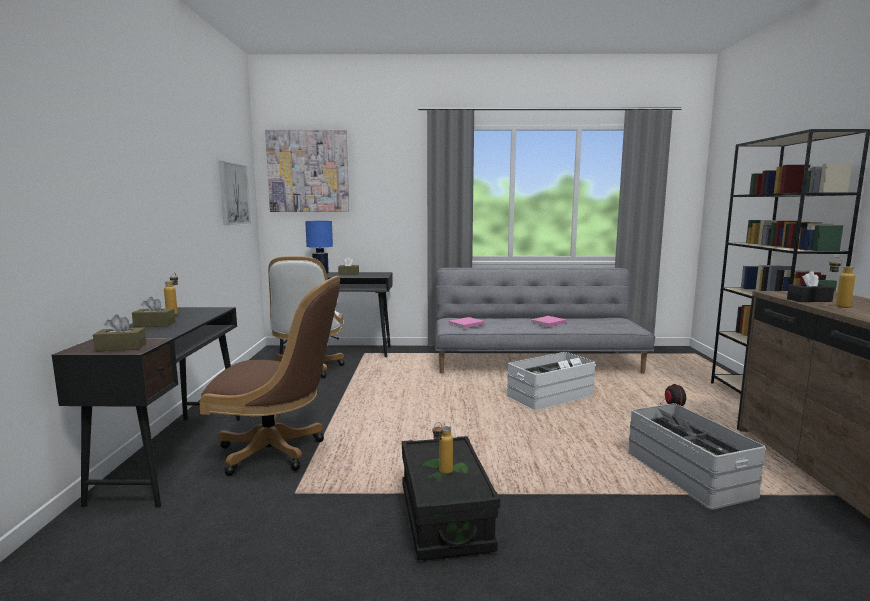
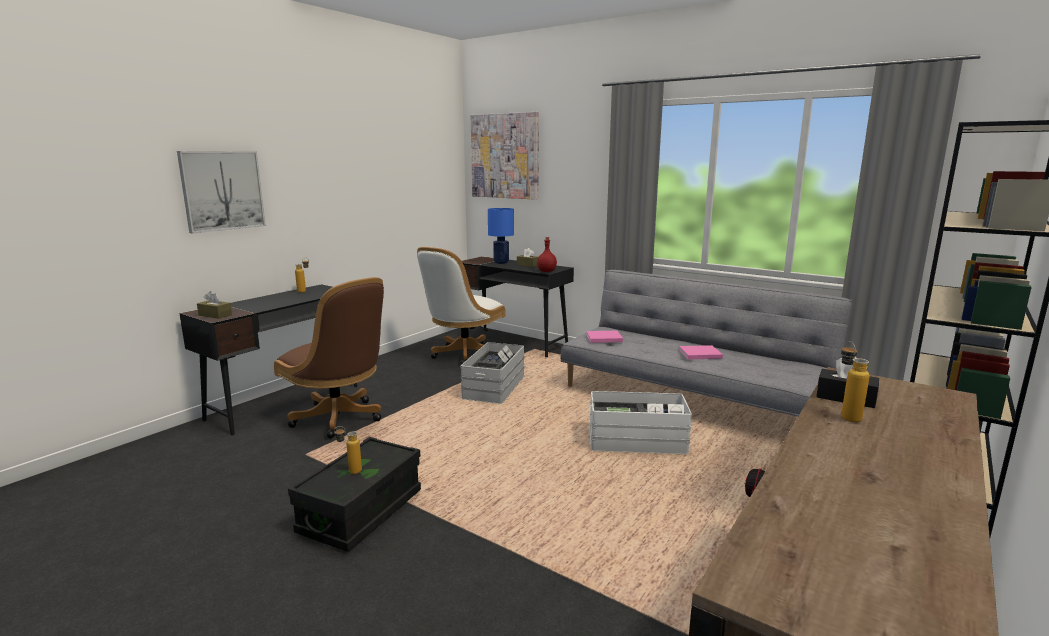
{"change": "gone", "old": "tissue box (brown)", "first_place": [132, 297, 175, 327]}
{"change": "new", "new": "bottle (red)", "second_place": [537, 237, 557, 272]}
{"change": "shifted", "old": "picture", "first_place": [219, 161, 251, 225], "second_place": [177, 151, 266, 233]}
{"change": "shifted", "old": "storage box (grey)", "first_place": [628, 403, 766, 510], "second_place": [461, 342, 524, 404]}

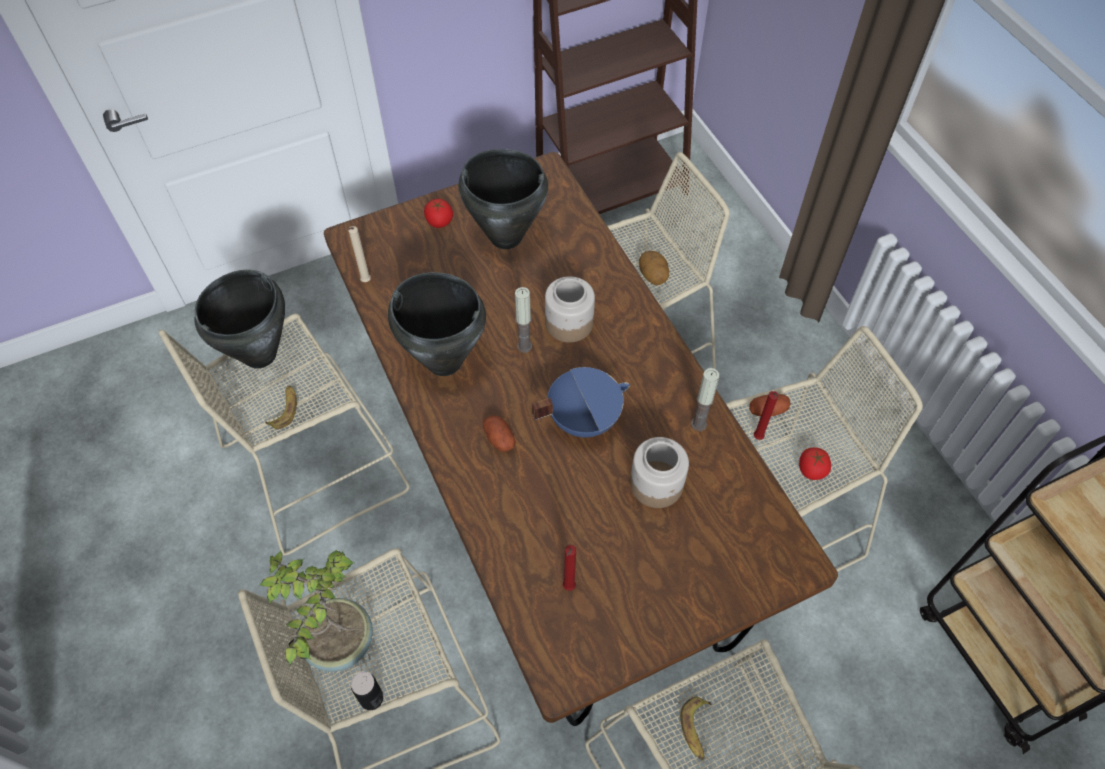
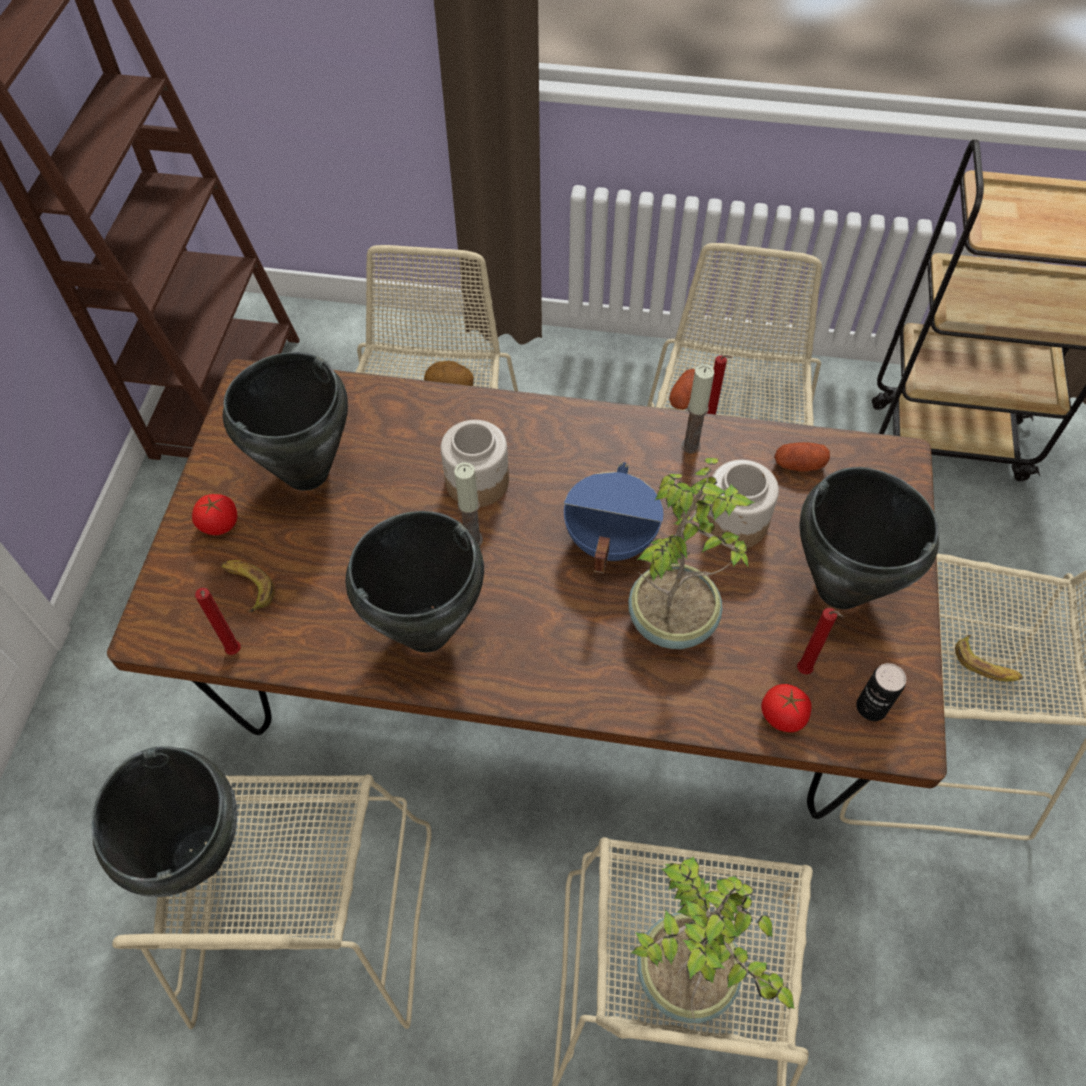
{"change": "new", "new": "potted plant", "second_place": [628, 458, 755, 649]}
{"change": "new", "new": "cooking pot (black)", "second_place": [800, 467, 939, 609]}
{"change": "shifted", "old": "banana", "first_place": [265, 386, 297, 429], "second_place": [221, 560, 275, 612]}
{"change": "shifted", "old": "can", "first_place": [351, 671, 384, 710], "second_place": [856, 663, 906, 721]}
{"change": "shifted", "old": "potato", "first_place": [483, 415, 516, 452], "second_place": [774, 442, 830, 471]}
{"change": "shifted", "old": "tomato", "first_place": [799, 447, 831, 480], "second_place": [761, 684, 811, 732]}
{"change": "repainted", "old": "candle (beige)", "new": "candle (red)", "first_place": [346, 226, 371, 282], "second_place": [195, 587, 241, 655]}

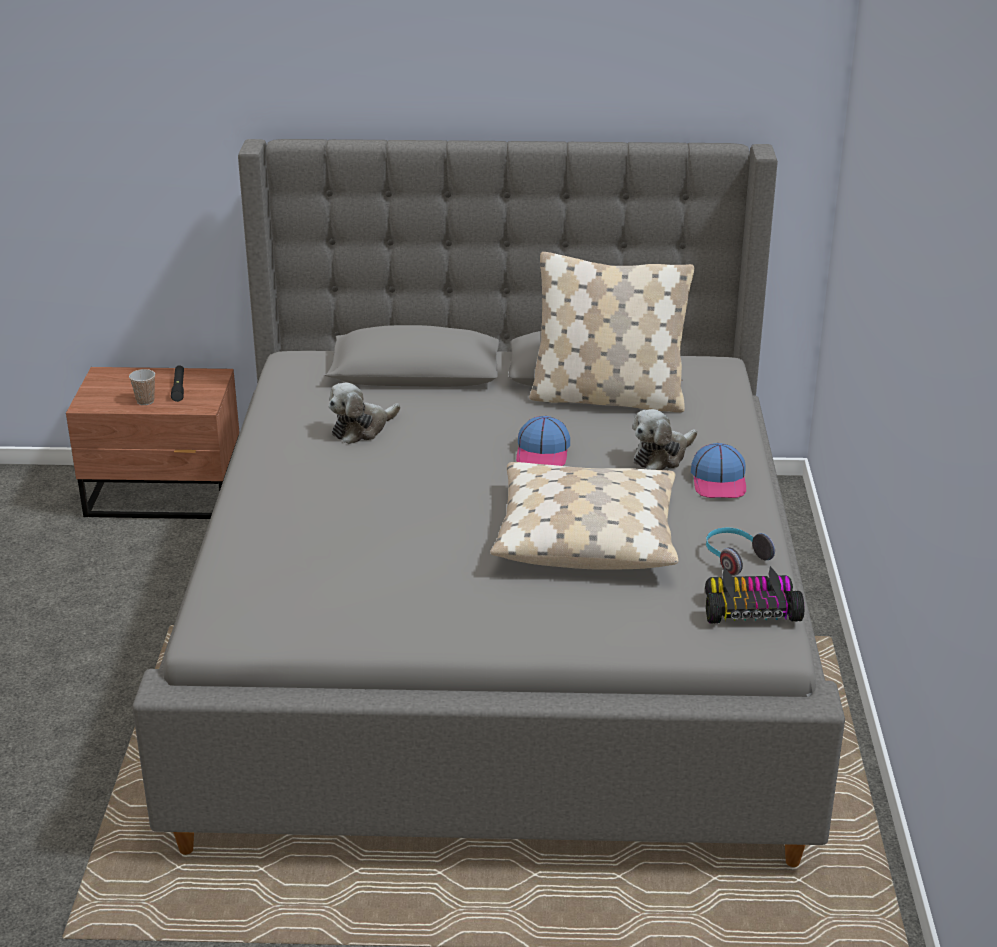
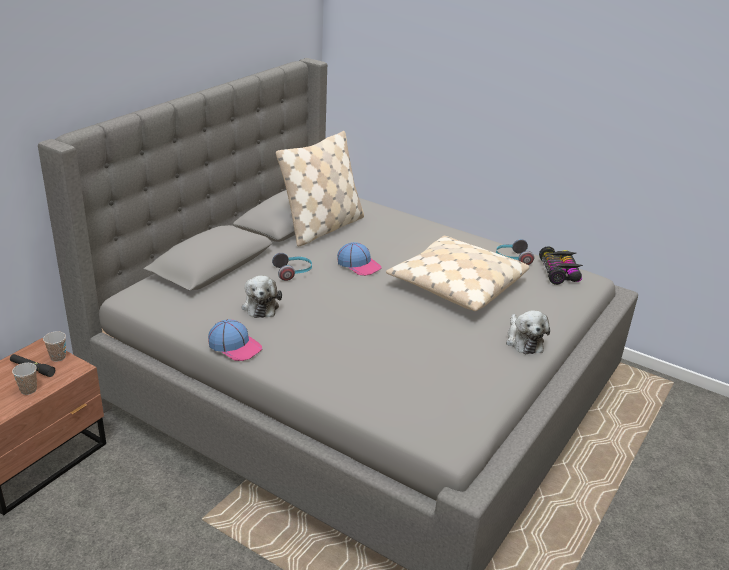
{"change": "new", "new": "cup", "second_place": [43, 331, 66, 362]}
{"change": "new", "new": "headphones", "second_place": [272, 253, 312, 281]}
{"change": "shifted", "old": "plush toy", "first_place": [633, 409, 697, 470], "second_place": [506, 310, 550, 354]}
{"change": "shifted", "old": "cap", "first_place": [691, 443, 746, 498], "second_place": [208, 319, 262, 361]}
{"change": "rotated", "old": "toy car", "first_place": [705, 566, 805, 624], "second_place": [539, 246, 583, 285], "degrees": 150}

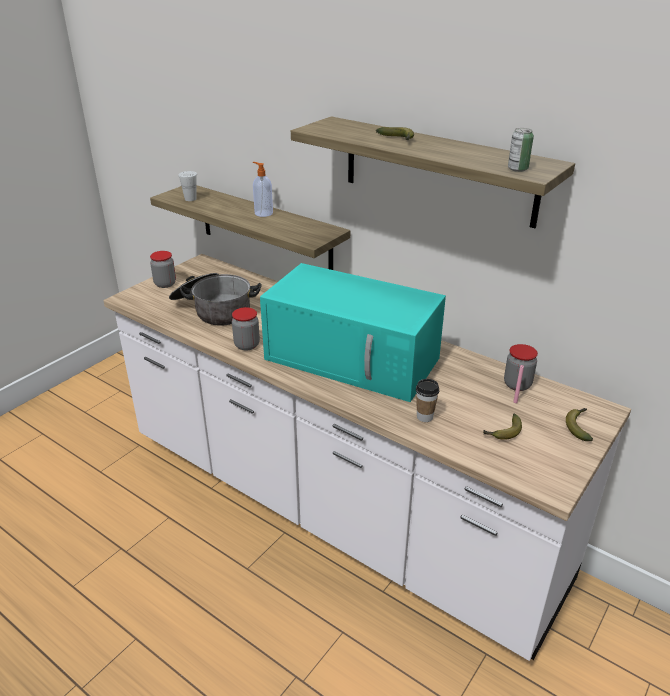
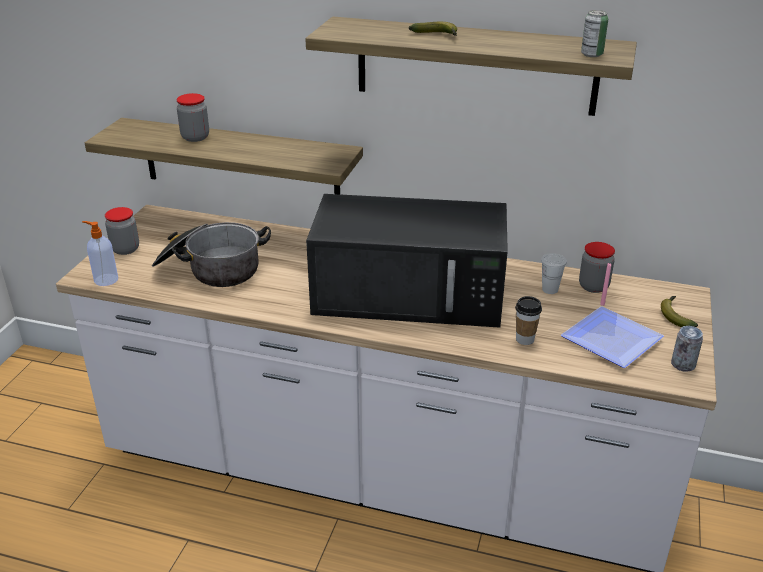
{"change": "new", "new": "can", "second_place": [671, 326, 703, 372]}
{"change": "shifted", "old": "cup (white)", "first_place": [178, 171, 197, 201], "second_place": [541, 253, 567, 294]}
{"change": "shifted", "old": "jar", "first_place": [232, 307, 260, 351], "second_place": [176, 93, 209, 142]}
{"change": "shifted", "old": "soap dispenser", "first_place": [253, 162, 273, 217], "second_place": [82, 221, 118, 286]}
{"change": "swapped", "old": "banana", "new": "plate", "first_place": [483, 414, 522, 440], "second_place": [561, 306, 664, 368]}
{"change": "repainted", "old": "microwave (turquoise)", "new": "microwave (black)", "first_place": [260, 263, 446, 402], "second_place": [306, 194, 508, 328]}

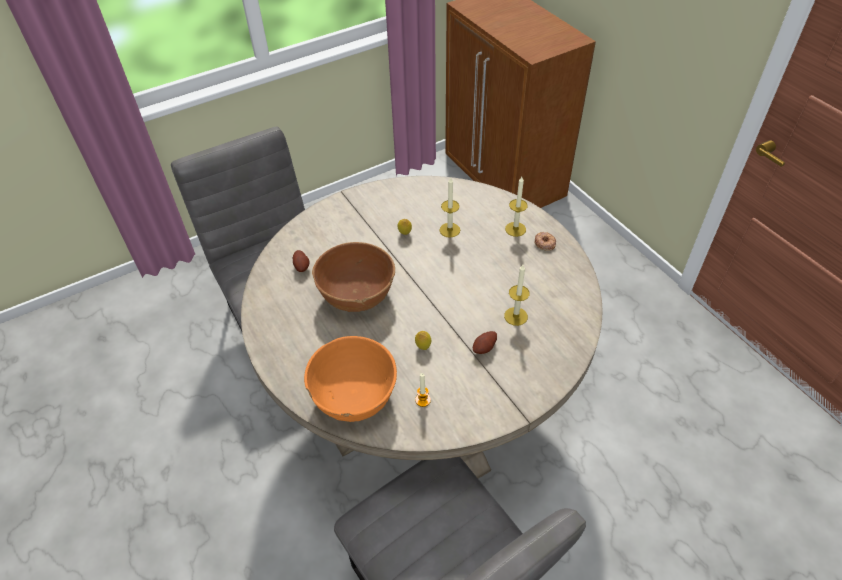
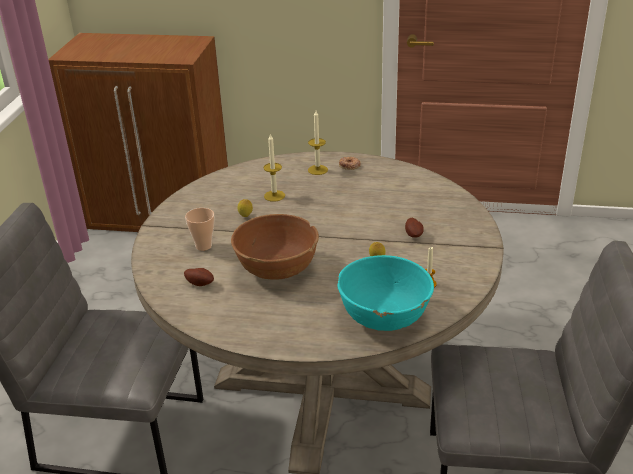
{"change": "gone", "old": "candle", "first_place": [504, 265, 529, 326]}
{"change": "new", "new": "cup", "second_place": [185, 208, 214, 251]}
{"change": "repainted", "old": "bowl (orange)", "new": "bowl (turquoise)", "first_place": [304, 336, 397, 422], "second_place": [337, 255, 434, 331]}

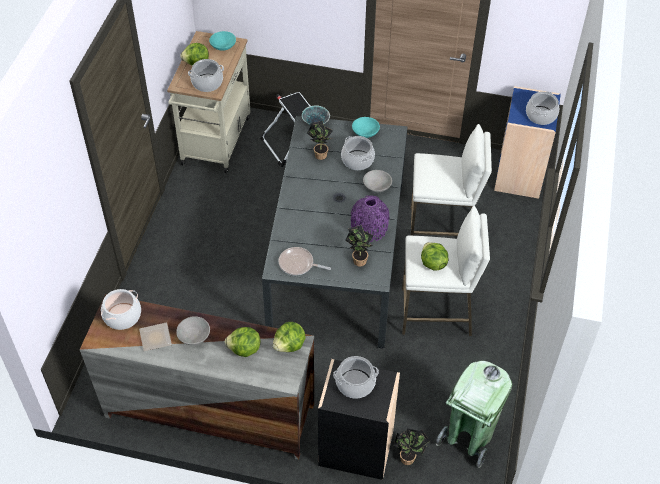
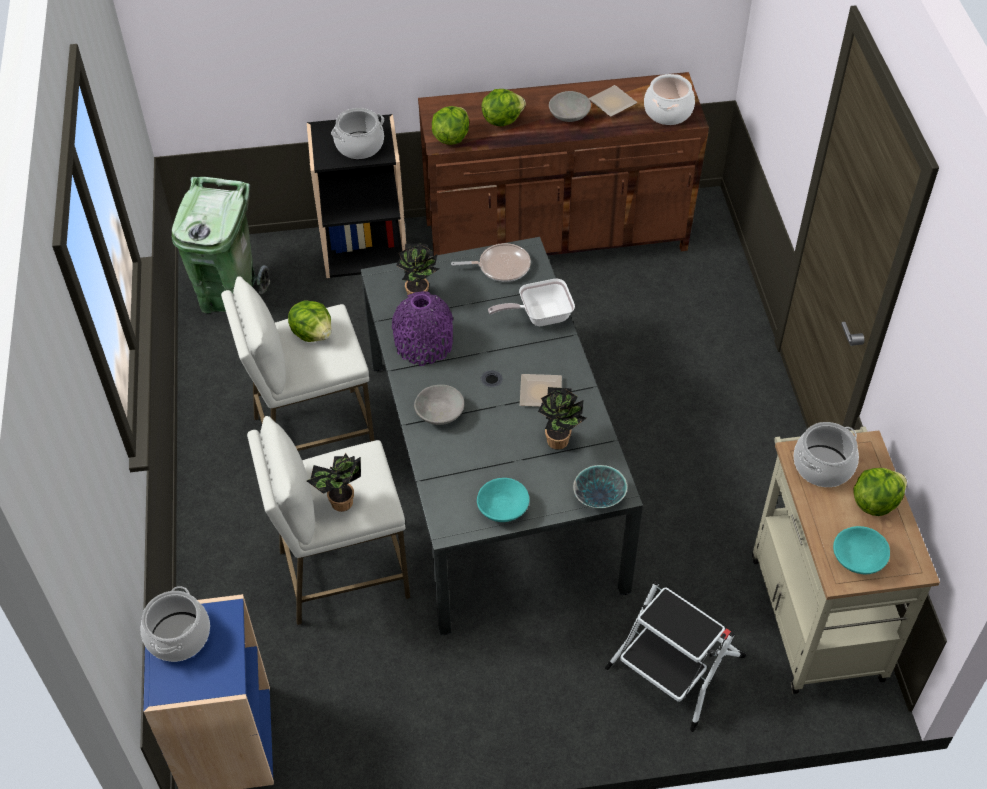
{"change": "gone", "old": "cooking pot", "first_place": [341, 136, 375, 170]}
{"change": "new", "new": "frying pan", "second_place": [488, 279, 575, 326]}
{"change": "new", "new": "plate", "second_place": [520, 374, 562, 407]}
{"change": "shifted", "old": "potted plant", "first_place": [394, 429, 429, 465], "second_place": [307, 453, 361, 512]}
{"change": "repainted", "old": "cabinet (grey)", "new": "cabinet (brown)", "first_place": [80, 294, 314, 460], "second_place": [418, 72, 709, 256]}

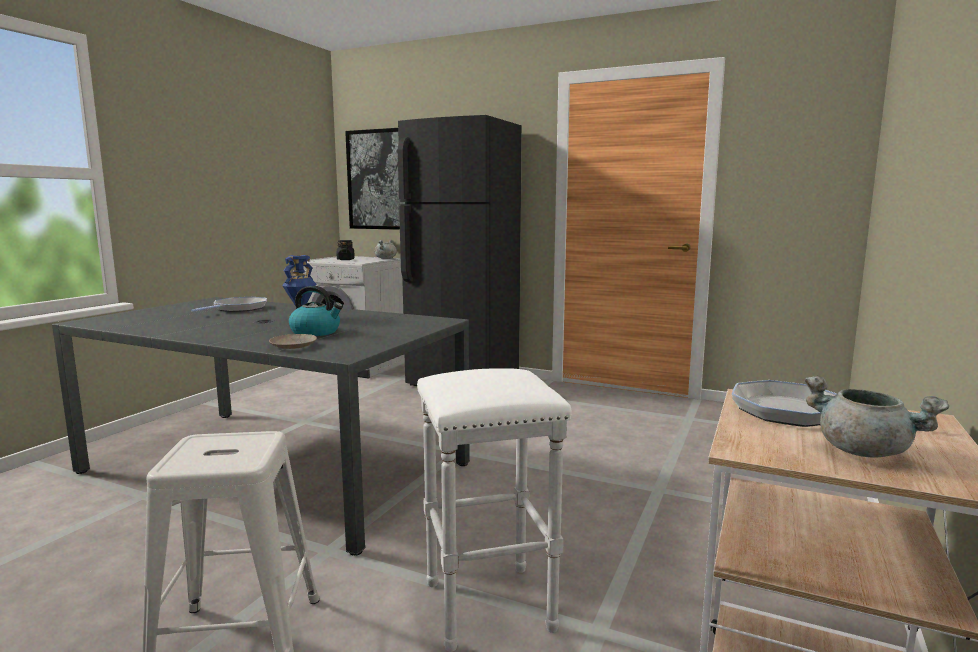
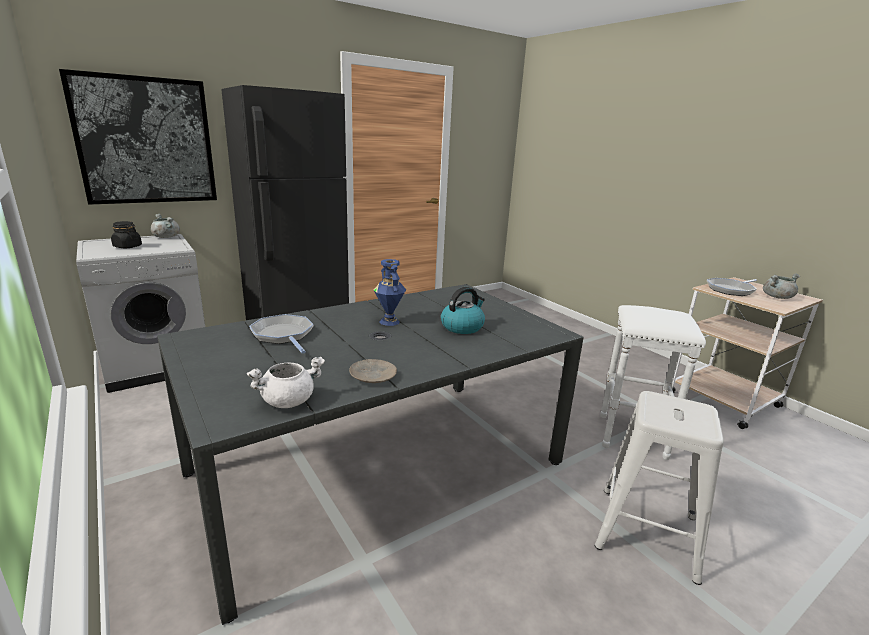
{"change": "new", "new": "cooking pot (white)", "second_place": [247, 357, 325, 408]}
{"change": "shifted", "old": "plate (beige)", "first_place": [269, 334, 317, 349], "second_place": [349, 359, 397, 383]}

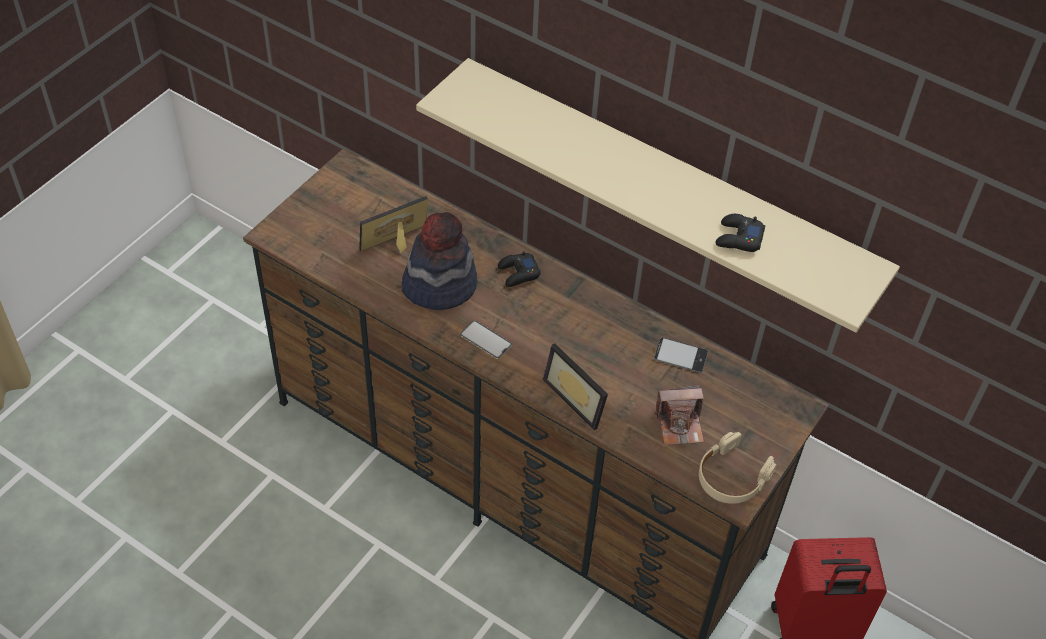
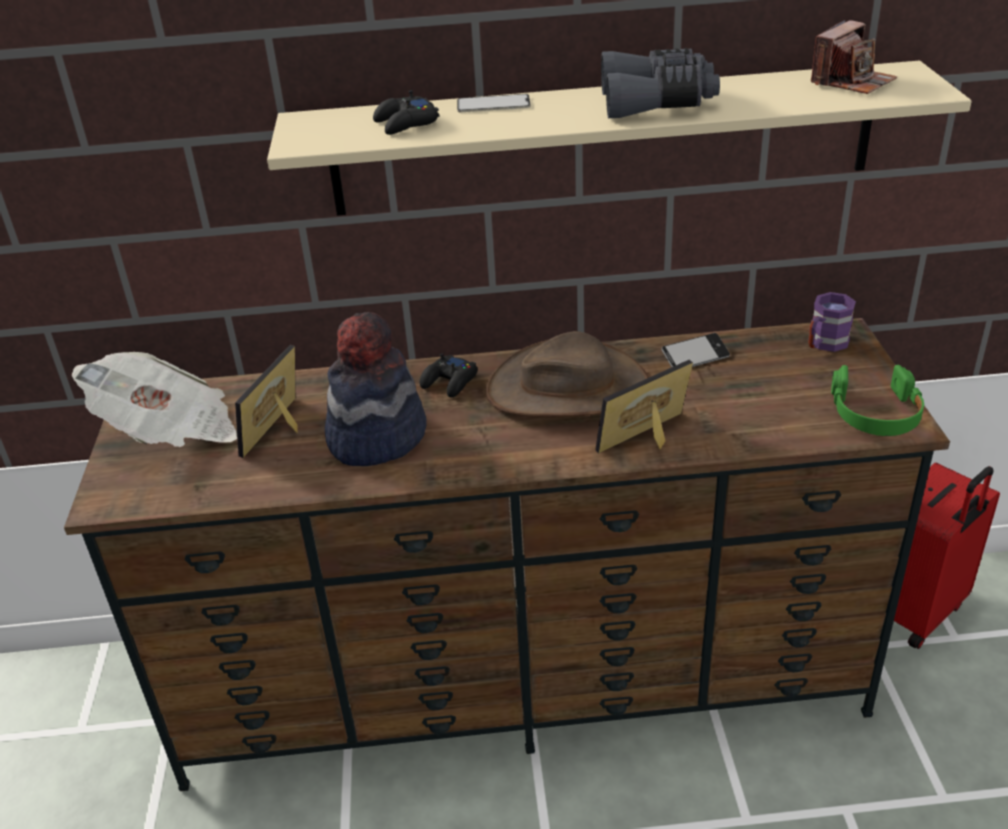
{"change": "new", "new": "newspaper", "second_place": [72, 352, 237, 447]}
{"change": "new", "new": "hat (brown)", "second_place": [485, 331, 649, 417]}
{"change": "new", "new": "binoculars (grey)", "second_place": [601, 48, 720, 118]}
{"change": "new", "new": "mug (purple)", "second_place": [808, 292, 856, 352]}
{"change": "shifted", "old": "phone", "first_place": [460, 320, 512, 359], "second_place": [457, 94, 531, 112]}
{"change": "shifted", "old": "photo camera", "first_place": [654, 385, 704, 445], "second_place": [811, 20, 897, 94]}
{"change": "shifted", "old": "game controller (black)", "first_place": [715, 214, 766, 252], "second_place": [373, 90, 440, 135]}
{"change": "repainted", "old": "headphones (beige)", "new": "headphones (green)", "first_place": [699, 432, 776, 504], "second_place": [831, 365, 924, 436]}
{"change": "rotated", "old": "picture frame", "first_place": [543, 343, 608, 430], "second_place": [595, 360, 693, 454], "degrees": 135}

